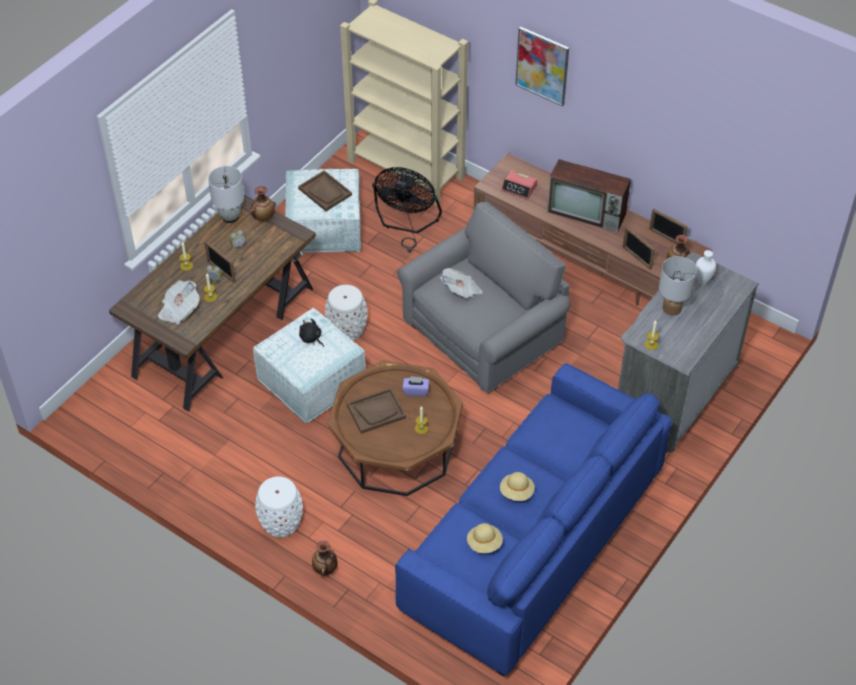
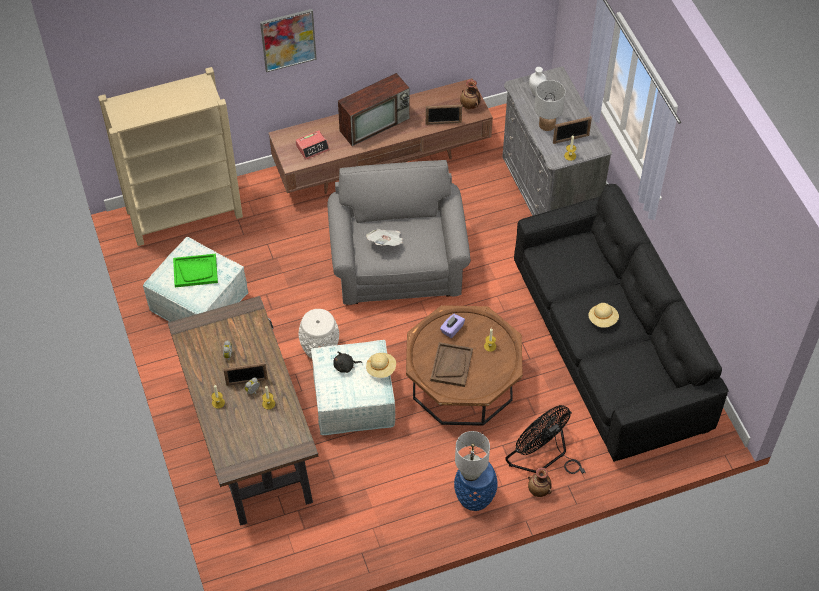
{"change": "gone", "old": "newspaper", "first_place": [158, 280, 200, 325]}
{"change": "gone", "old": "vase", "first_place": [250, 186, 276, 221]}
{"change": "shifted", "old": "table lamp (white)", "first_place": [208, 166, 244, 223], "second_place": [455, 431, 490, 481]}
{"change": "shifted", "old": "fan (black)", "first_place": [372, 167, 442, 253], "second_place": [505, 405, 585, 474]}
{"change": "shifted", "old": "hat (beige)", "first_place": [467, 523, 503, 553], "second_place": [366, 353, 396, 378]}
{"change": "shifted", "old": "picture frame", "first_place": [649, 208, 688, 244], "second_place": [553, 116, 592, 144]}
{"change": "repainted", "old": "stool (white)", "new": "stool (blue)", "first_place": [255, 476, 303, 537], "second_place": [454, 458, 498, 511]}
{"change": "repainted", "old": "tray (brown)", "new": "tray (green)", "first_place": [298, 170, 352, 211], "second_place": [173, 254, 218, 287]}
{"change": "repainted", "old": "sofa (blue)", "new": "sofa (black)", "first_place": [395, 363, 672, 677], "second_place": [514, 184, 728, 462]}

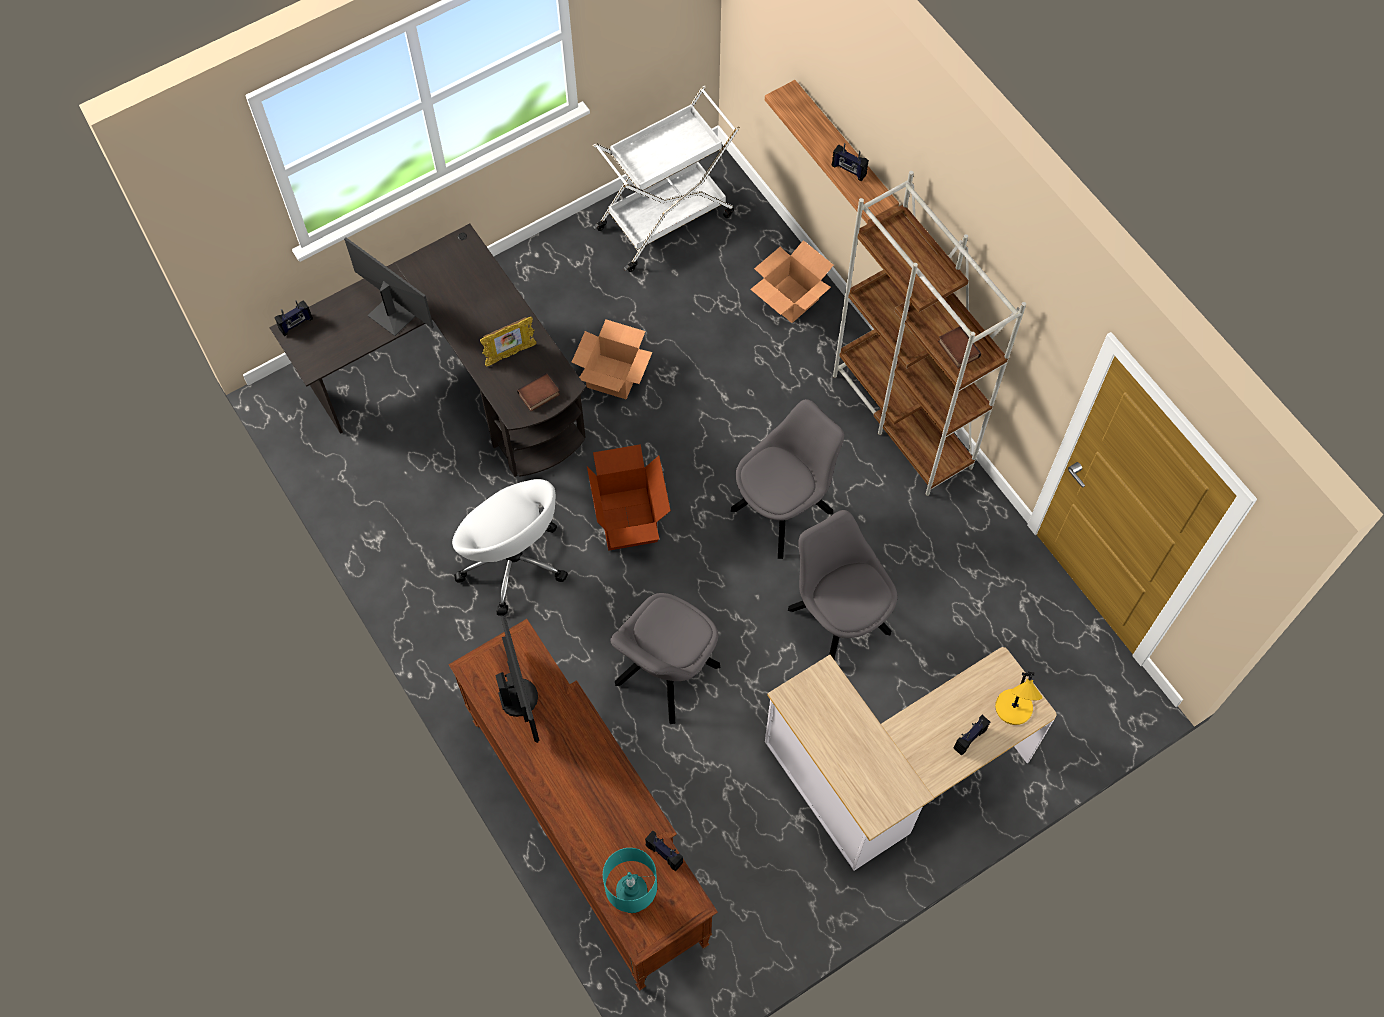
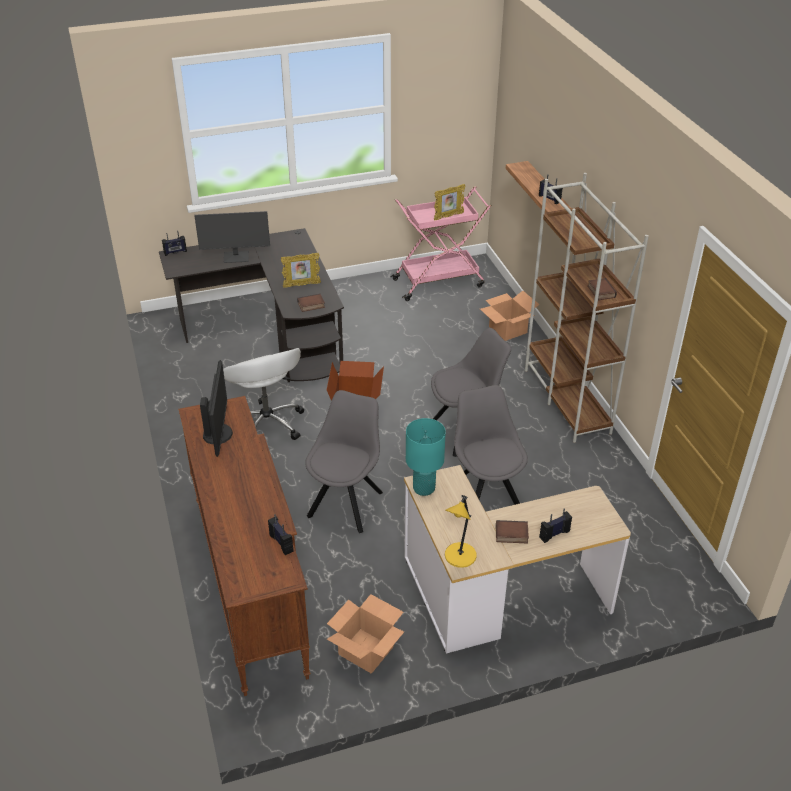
{"change": "new", "new": "picture frame", "second_place": [434, 184, 465, 220]}
{"change": "new", "new": "book", "second_place": [496, 520, 529, 544]}
{"change": "shifted", "old": "cardboard box", "first_place": [572, 319, 652, 399], "second_place": [327, 594, 404, 673]}
{"change": "shifted", "old": "table lamp (turquoise)", "first_place": [603, 848, 657, 913], "second_place": [406, 418, 446, 496]}
{"change": "shifted", "old": "table lamp (yellow)", "first_place": [995, 672, 1042, 725], "second_place": [445, 495, 477, 568]}
{"change": "repainted", "old": "cart (white)", "new": "cart (pink)", "first_place": [592, 85, 740, 272], "second_place": [390, 187, 492, 301]}
{"change": "rotated", "old": "monitor", "first_place": [344, 237, 434, 336], "second_place": [194, 211, 270, 263], "degrees": 120}
{"change": "rotated", "old": "chair (grey)", "first_place": [611, 593, 721, 724], "second_place": [305, 390, 383, 533], "degrees": 150}

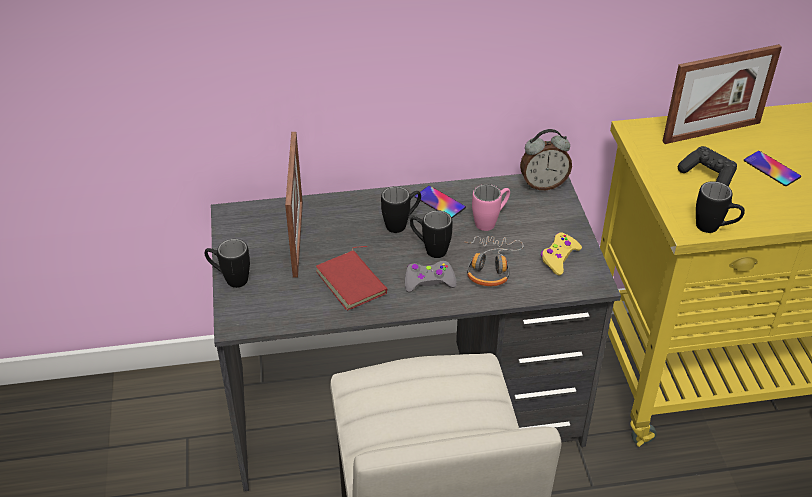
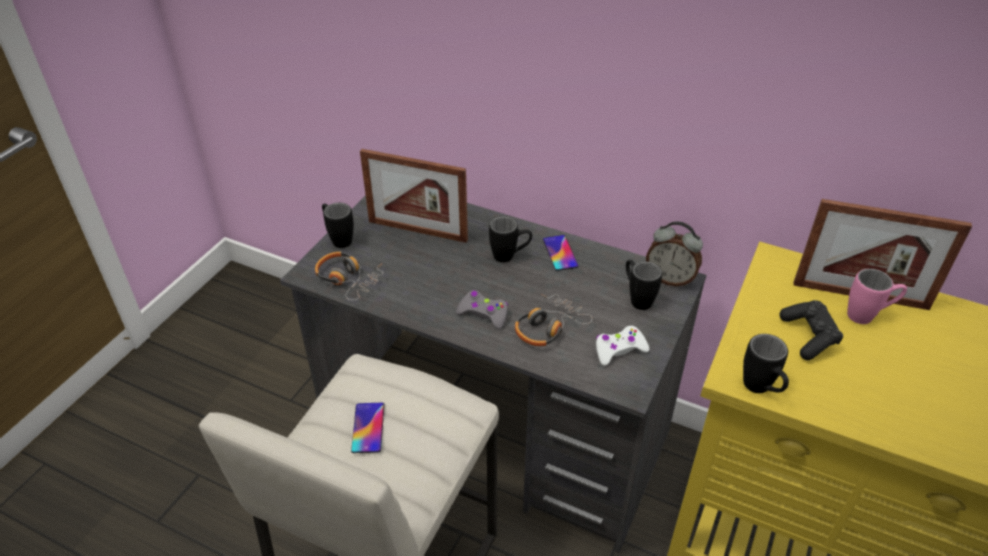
{"change": "gone", "old": "book (red)", "first_place": [316, 246, 388, 311]}
{"change": "new", "new": "headphones", "second_place": [315, 252, 383, 300]}
{"change": "shifted", "old": "mug (black)", "first_place": [410, 210, 453, 258], "second_place": [626, 260, 662, 310]}
{"change": "shifted", "old": "mug (pink)", "first_place": [472, 184, 510, 231], "second_place": [847, 268, 907, 324]}
{"change": "shifted", "old": "phone", "first_place": [744, 151, 801, 186], "second_place": [351, 403, 384, 453]}
{"change": "repainted", "old": "game controller (yellow)", "new": "game controller (white)", "first_place": [541, 232, 582, 275], "second_place": [596, 326, 649, 366]}
{"change": "rotated", "old": "picture frame", "first_place": [285, 132, 303, 278], "second_place": [360, 149, 468, 243], "degrees": 75}

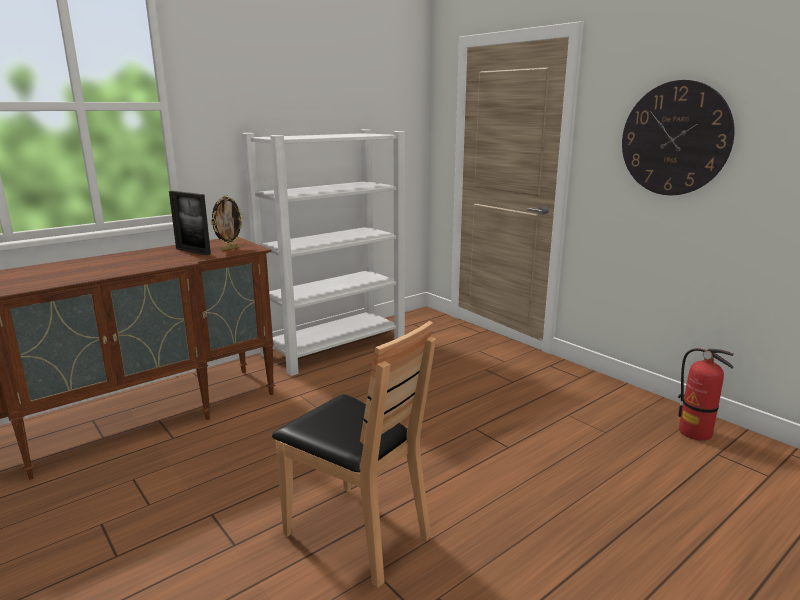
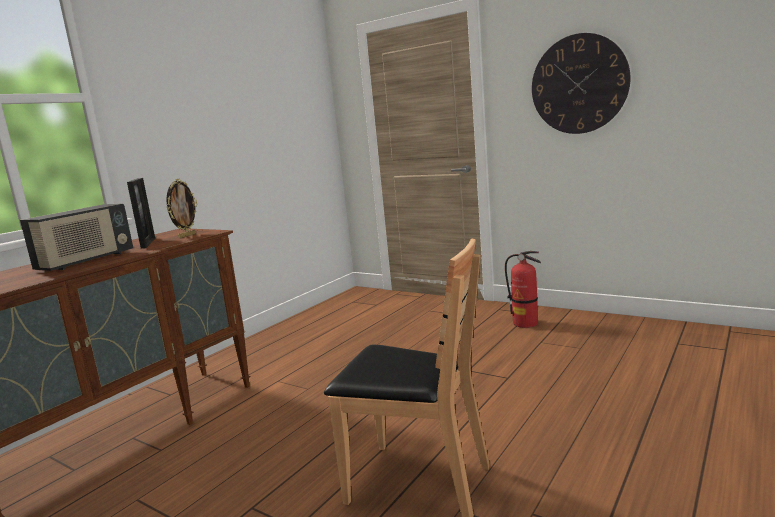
{"change": "gone", "old": "bookcase (white)", "first_place": [242, 129, 405, 376]}
{"change": "new", "new": "radio", "second_place": [20, 204, 133, 271]}
{"change": "shifted", "old": "fire extinguisher", "first_place": [678, 348, 733, 441], "second_place": [505, 251, 541, 328]}
{"change": "rotated", "old": "picture frame", "first_place": [169, 191, 211, 255], "second_place": [127, 178, 155, 249], "degrees": -120}

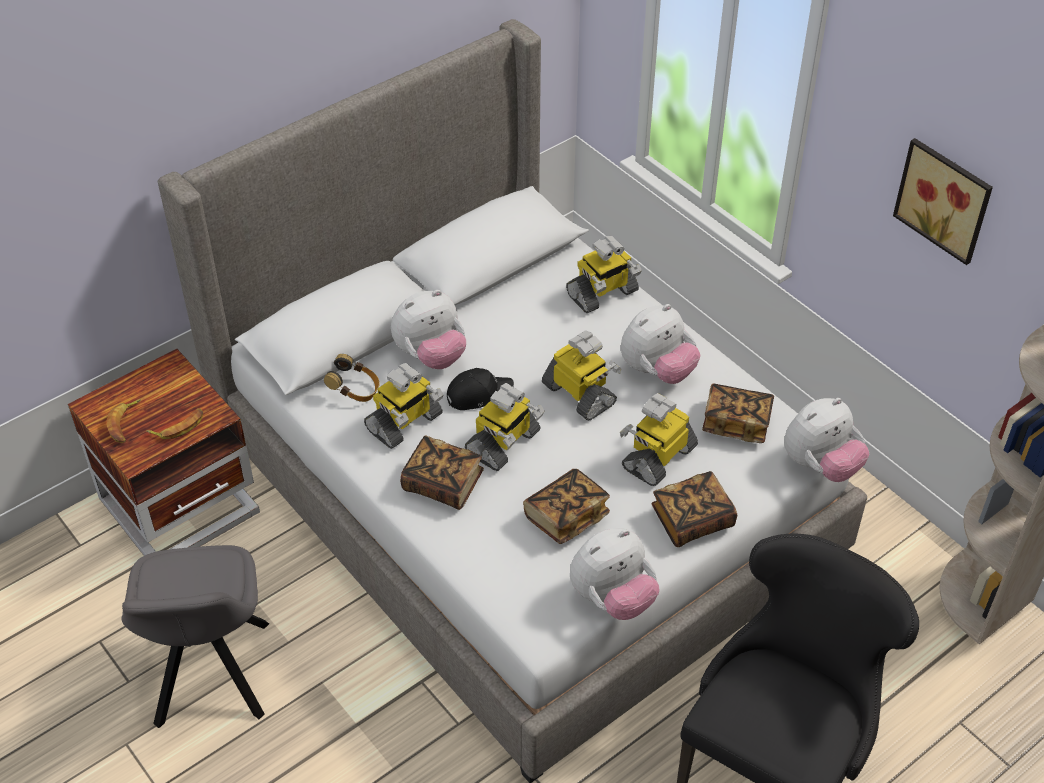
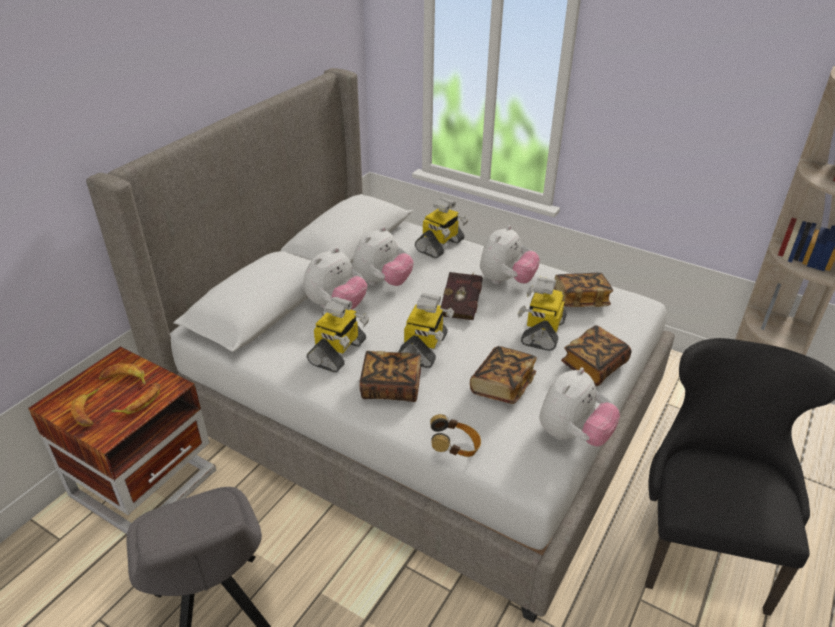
{"change": "gone", "old": "cap (black)", "first_place": [447, 368, 514, 410]}
{"change": "gone", "old": "picture", "first_place": [893, 138, 993, 265]}
{"change": "new", "new": "banana", "second_place": [99, 363, 145, 384]}
{"change": "shifted", "old": "headphones", "first_place": [324, 354, 380, 402], "second_place": [430, 414, 481, 457]}
{"change": "shifted", "old": "plush toy", "first_place": [784, 398, 869, 482], "second_place": [353, 226, 414, 286]}
{"change": "swapped", "old": "toy robot", "new": "book (red)", "first_place": [542, 330, 622, 420], "second_place": [441, 272, 483, 320]}

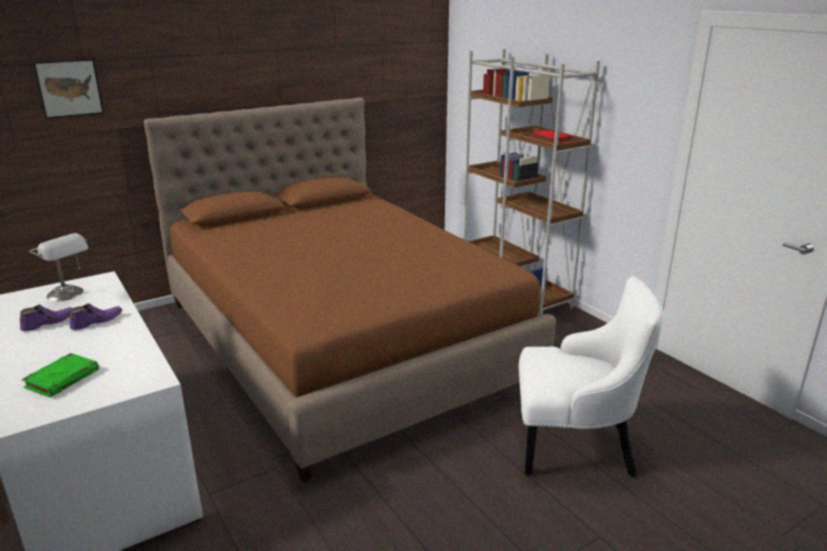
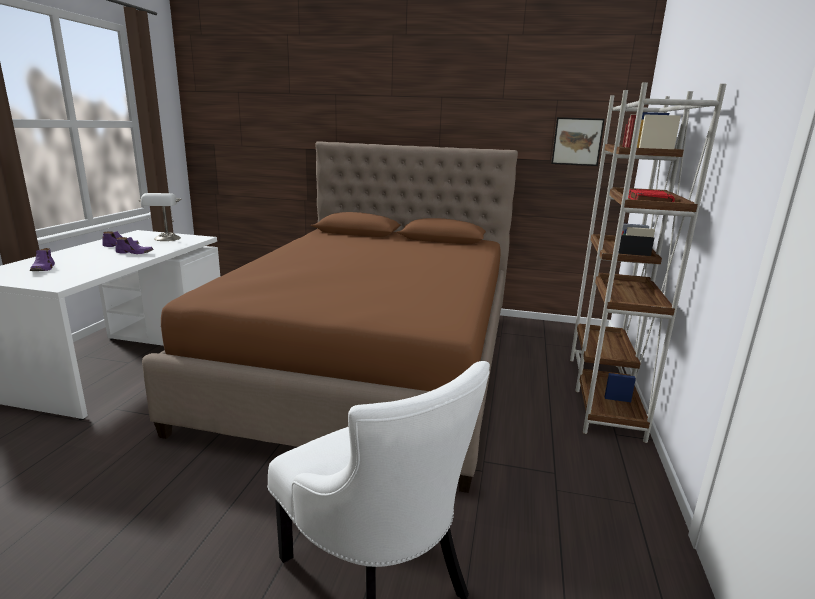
{"change": "shifted", "old": "picture", "first_place": [33, 58, 104, 119], "second_place": [551, 117, 605, 166]}
{"change": "swapped", "old": "book (green)", "new": "shoe (purple)", "first_place": [22, 353, 99, 397], "second_place": [30, 248, 55, 271]}

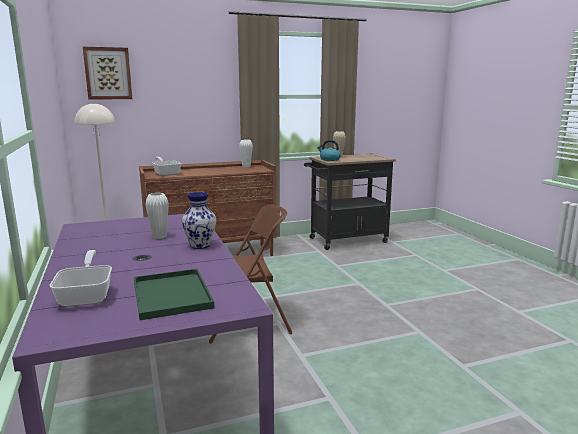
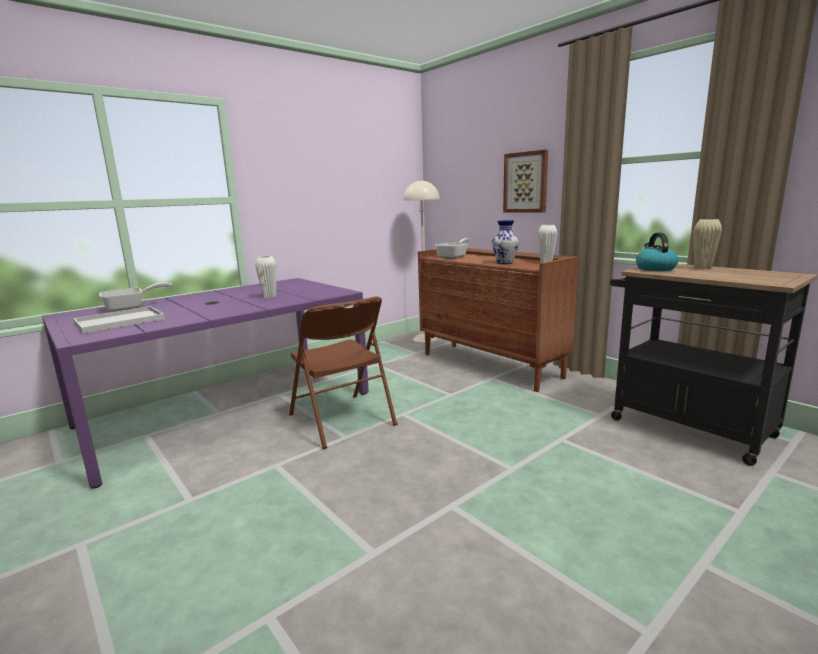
{"change": "shifted", "old": "picture", "first_place": [82, 46, 132, 100], "second_place": [503, 150, 548, 213]}
{"change": "shifted", "old": "vase", "first_place": [182, 192, 216, 249], "second_place": [492, 220, 519, 264]}
{"change": "repainted", "old": "tray (green)", "new": "tray (white)", "first_place": [134, 269, 214, 320], "second_place": [73, 306, 165, 333]}

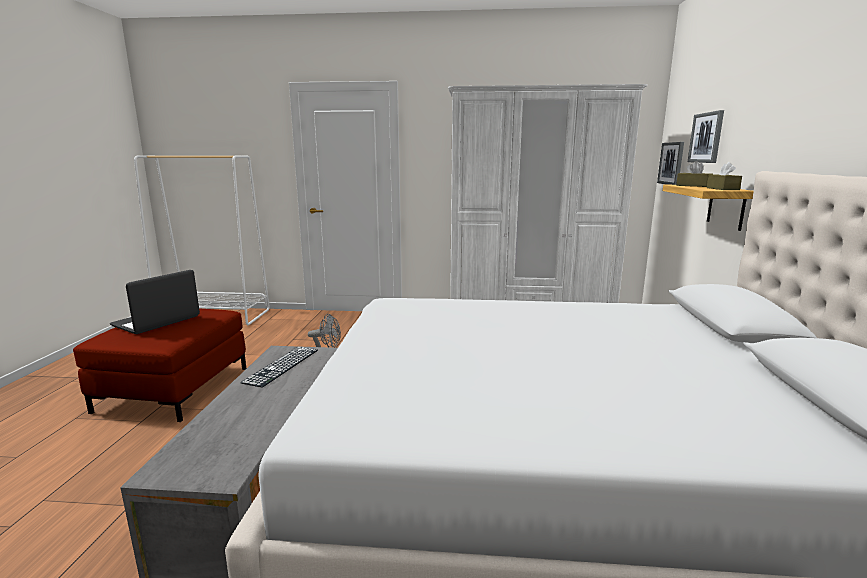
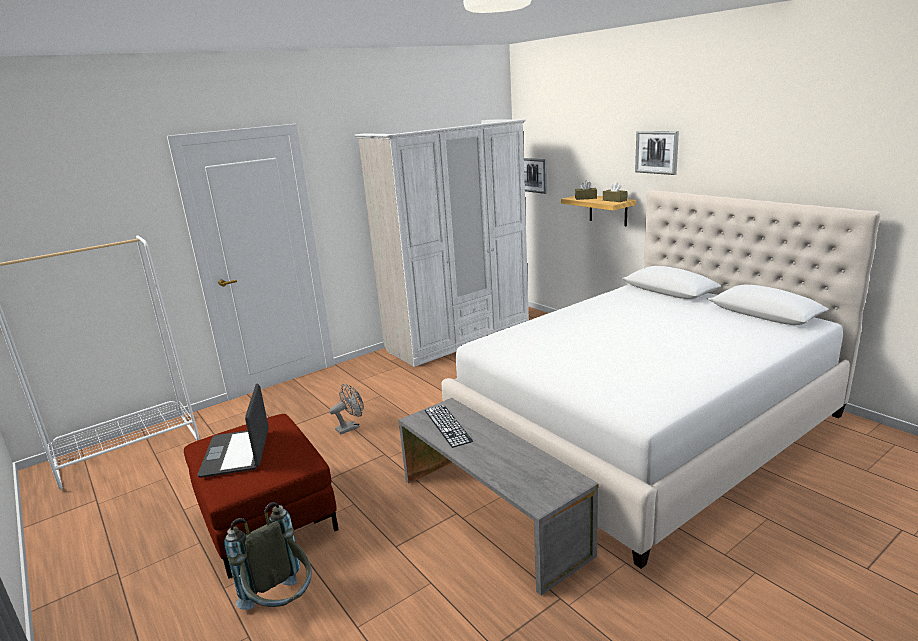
{"change": "new", "new": "backpack (grey)", "second_place": [224, 502, 312, 610]}
{"change": "shifted", "old": "picture", "first_place": [688, 110, 724, 163], "second_place": [635, 131, 679, 175]}

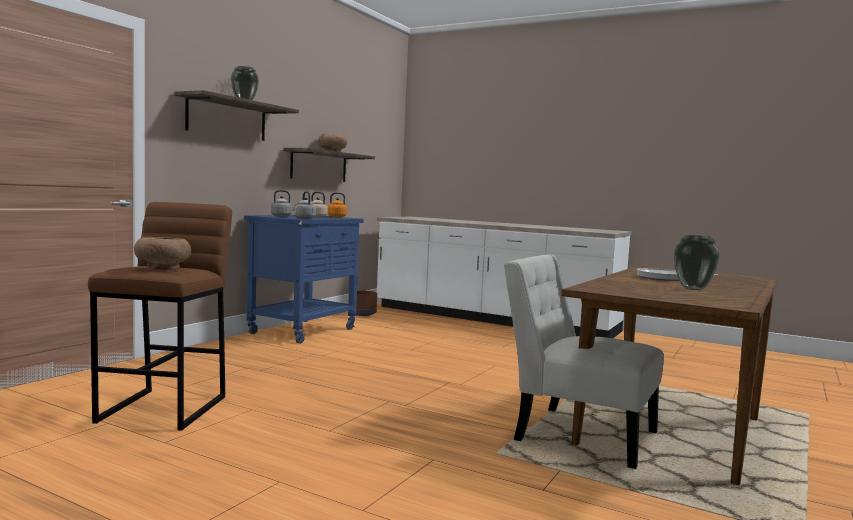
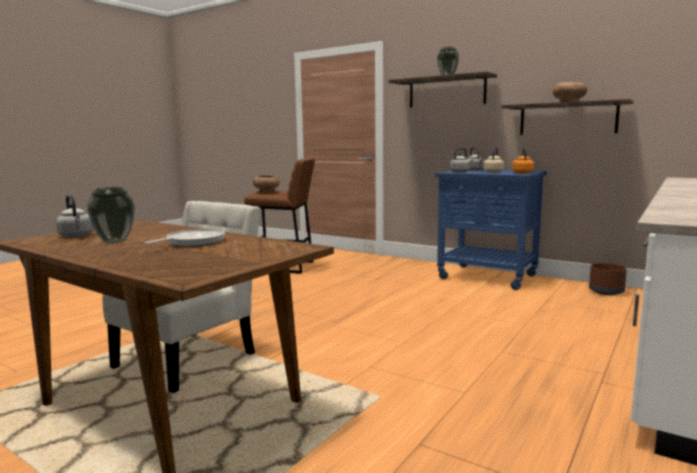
{"change": "new", "new": "kettle (grey)", "second_place": [56, 195, 94, 237]}

